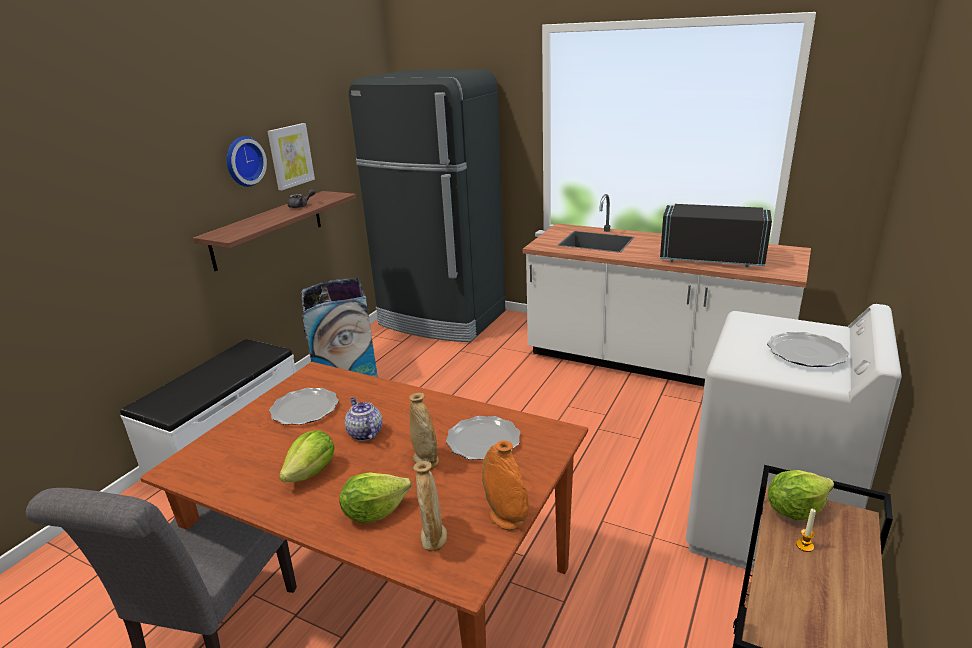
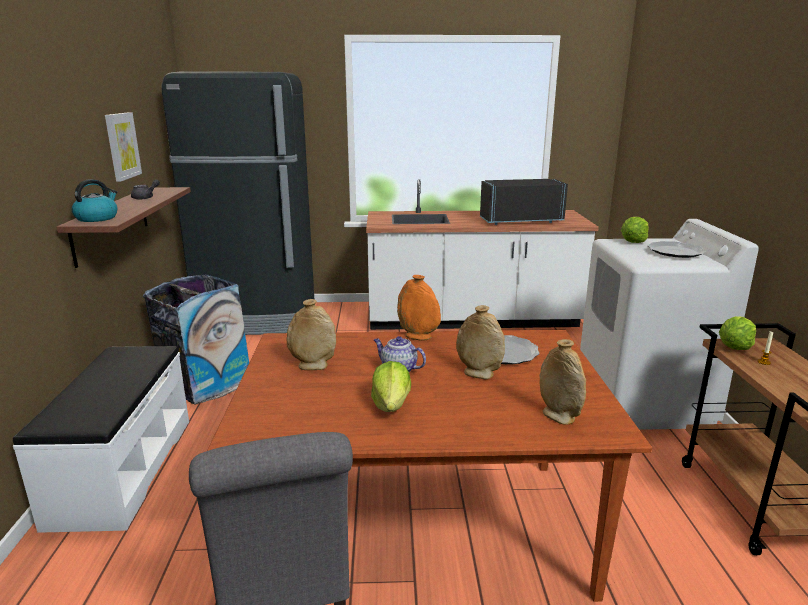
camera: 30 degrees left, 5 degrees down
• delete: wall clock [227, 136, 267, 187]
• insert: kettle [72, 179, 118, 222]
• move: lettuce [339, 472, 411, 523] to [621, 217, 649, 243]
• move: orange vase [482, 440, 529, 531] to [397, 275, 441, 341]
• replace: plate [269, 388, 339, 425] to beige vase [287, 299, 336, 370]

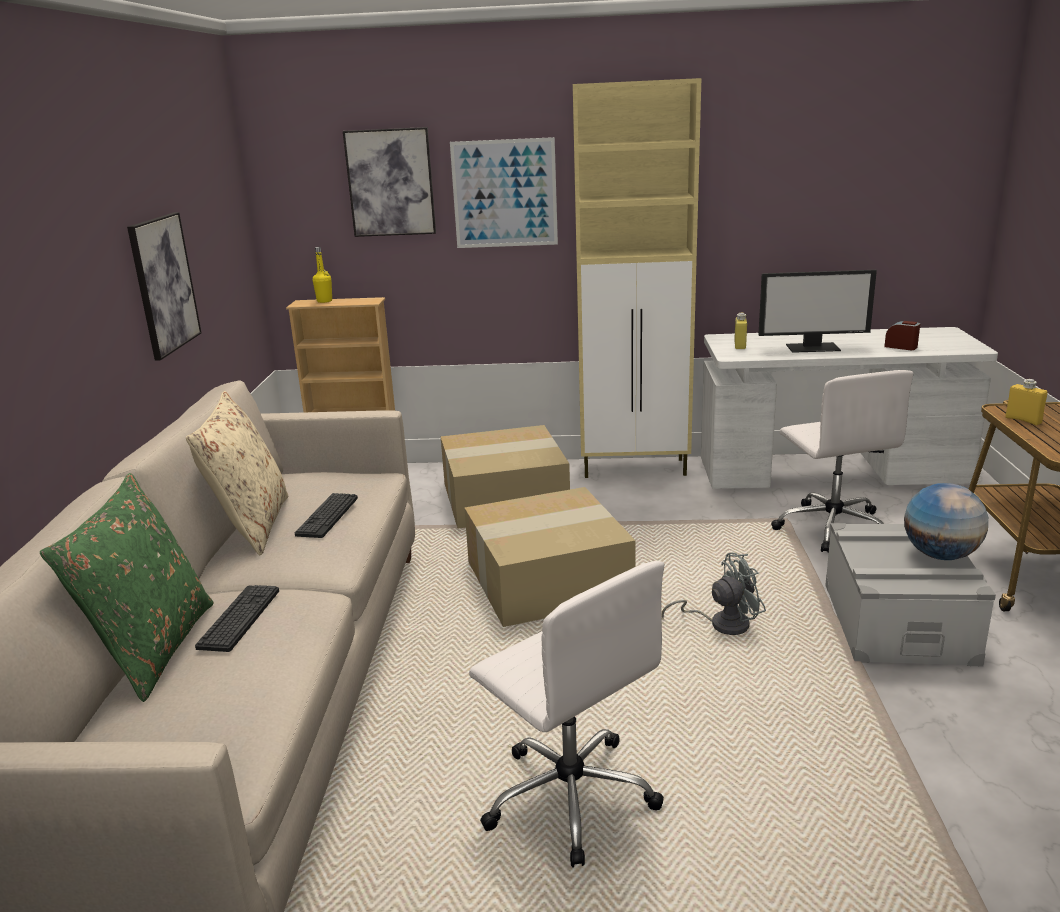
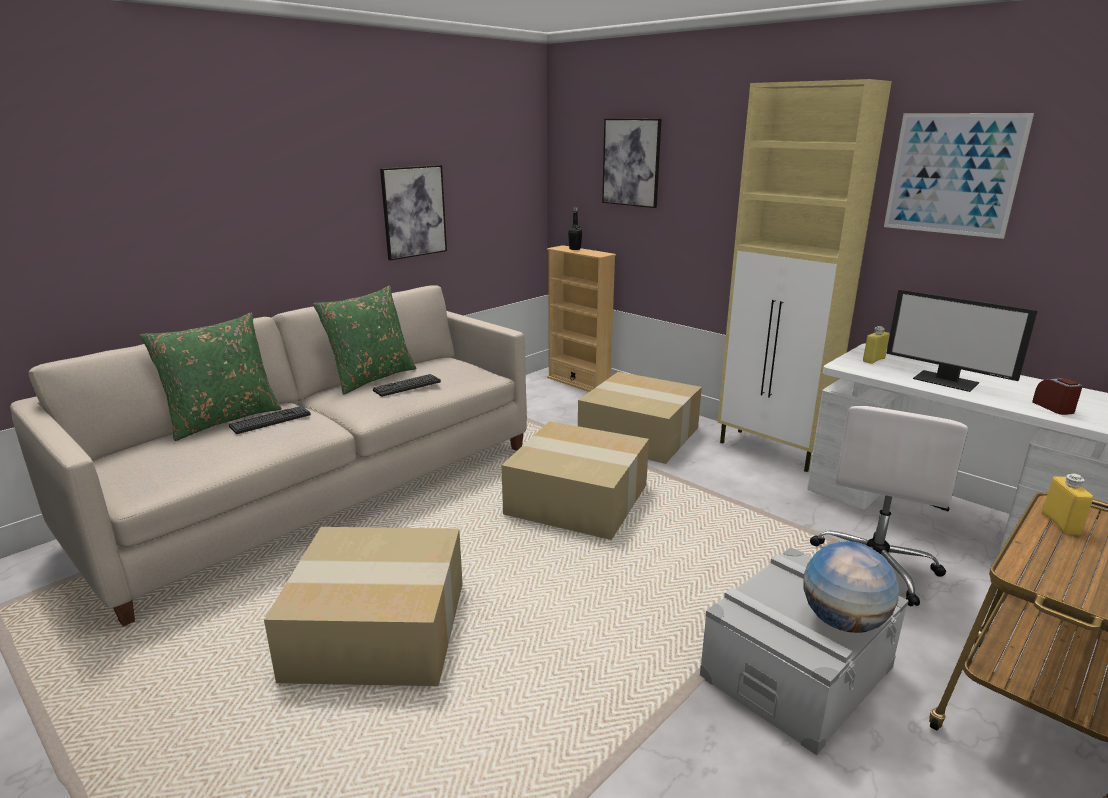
camera: 40 degrees right, 0 degrees up
• delete: grey fan [662, 553, 766, 635]
• move: picture [450, 137, 558, 248] to [884, 113, 1034, 239]
• replace: white office chair [469, 561, 664, 868] to cardboard box [264, 527, 463, 686]
• recolor: beige pillow [186, 391, 288, 555] to green pillow [313, 285, 417, 394]
• recolor: yellow bottle [313, 247, 332, 303] to black bottle [568, 207, 582, 250]

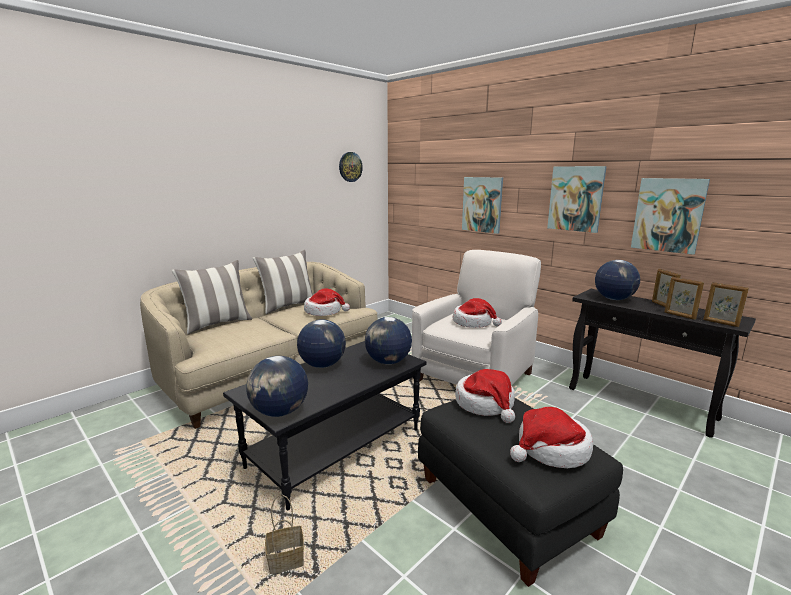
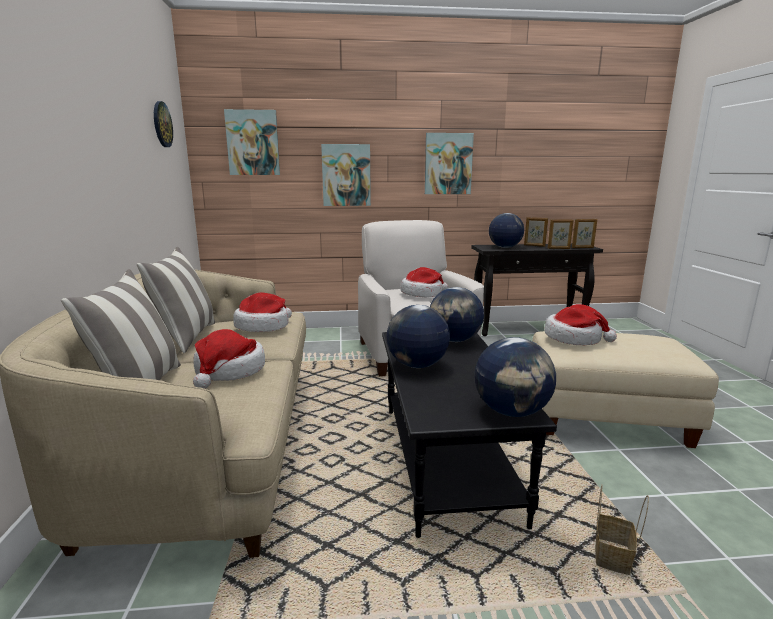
camera: 50 degrees left, 0 degrees up
• move: hat [510, 407, 593, 468] to [193, 329, 265, 389]
• move: picture [631, 178, 710, 255] to [224, 109, 280, 175]
• recolor: black ottoman [418, 398, 623, 587] to beige ottoman [532, 331, 719, 448]

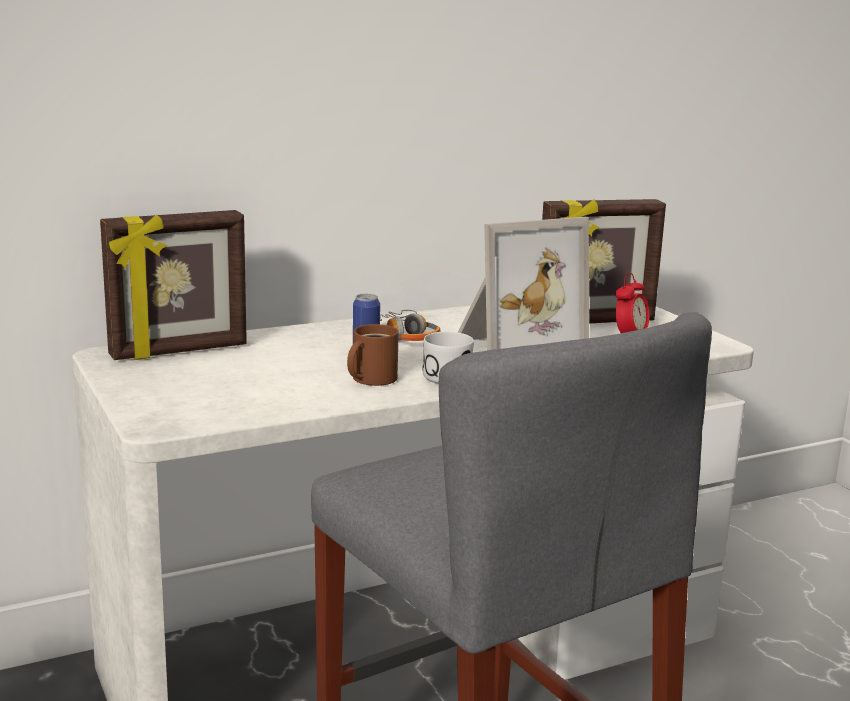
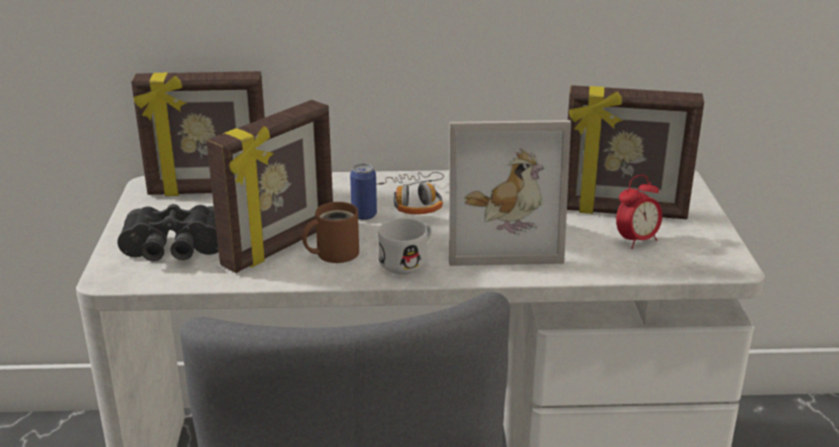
camera: 25 degrees right, 10 degrees up
• insert: black binoculars [117, 204, 219, 261]
• insert: picture frame [206, 100, 333, 273]

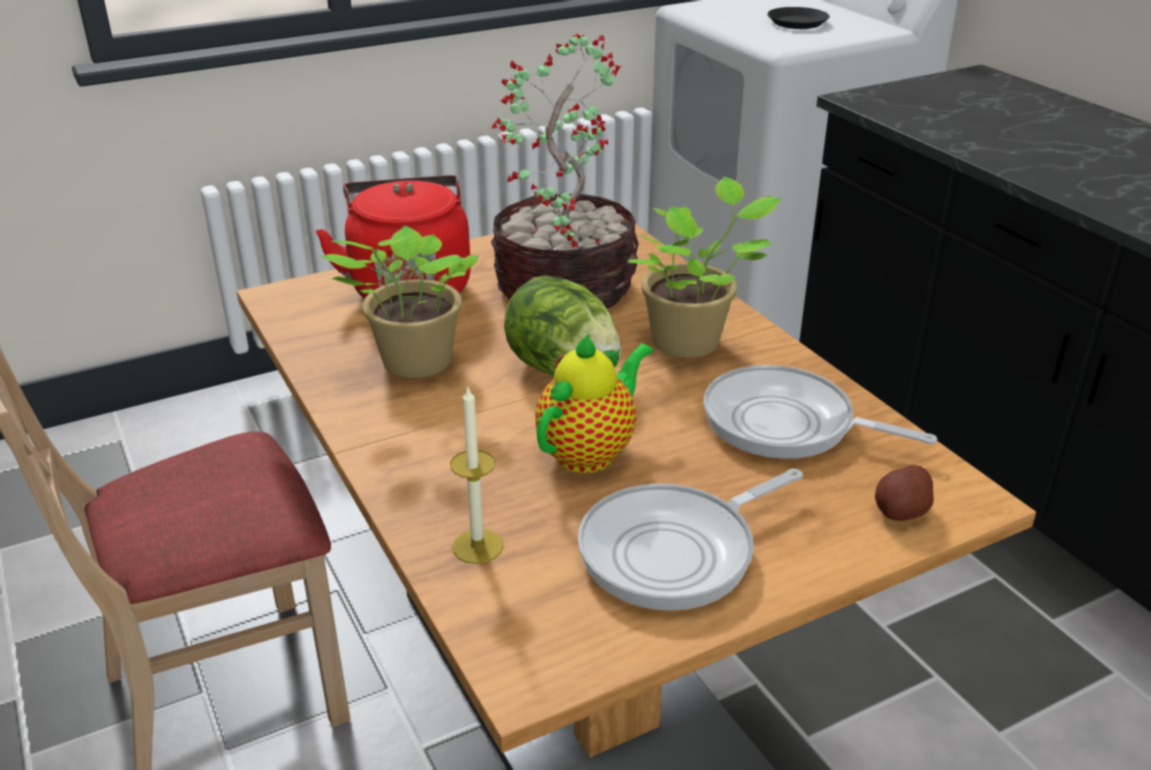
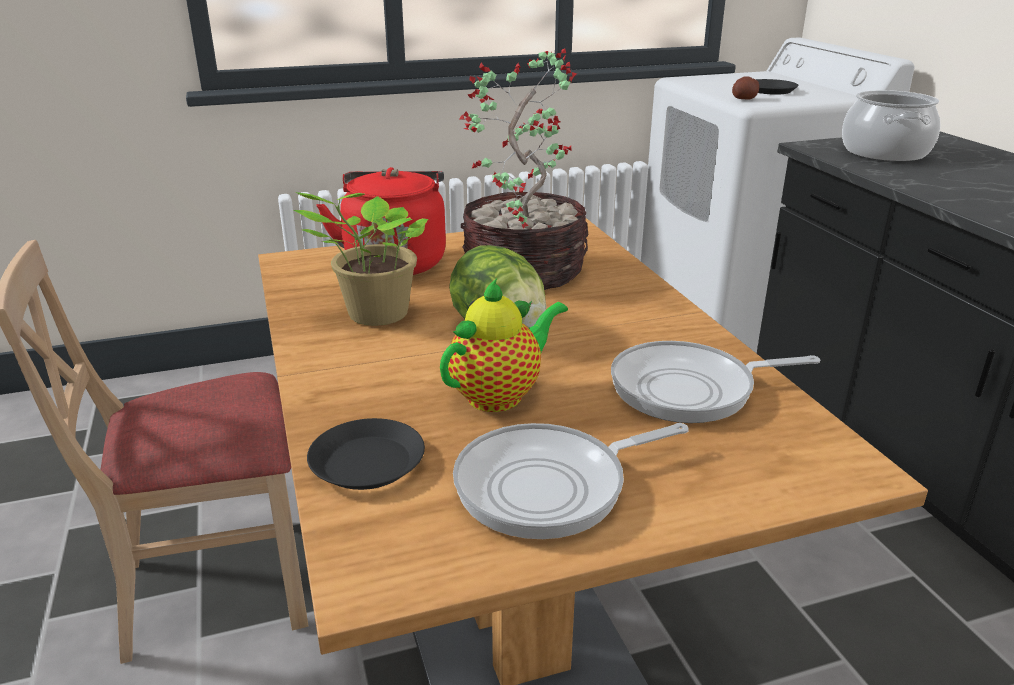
camera: 10 degrees right, 5 degrees down
• delete: potted plant [628, 177, 782, 358]
• insert: cooking pot [842, 90, 940, 161]
• move: potato [875, 465, 934, 521] to [732, 77, 759, 100]
• replace: candle [450, 388, 504, 564] to black plate [307, 418, 425, 490]
• rotate: frying pan [703, 365, 937, 459] = [611, 341, 820, 423] 45 degrees counterclockwise

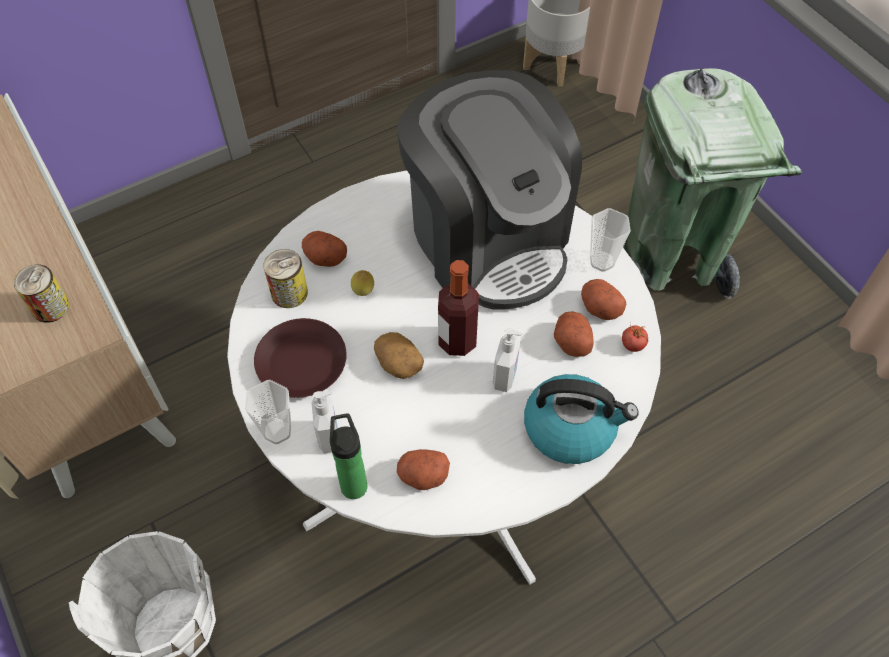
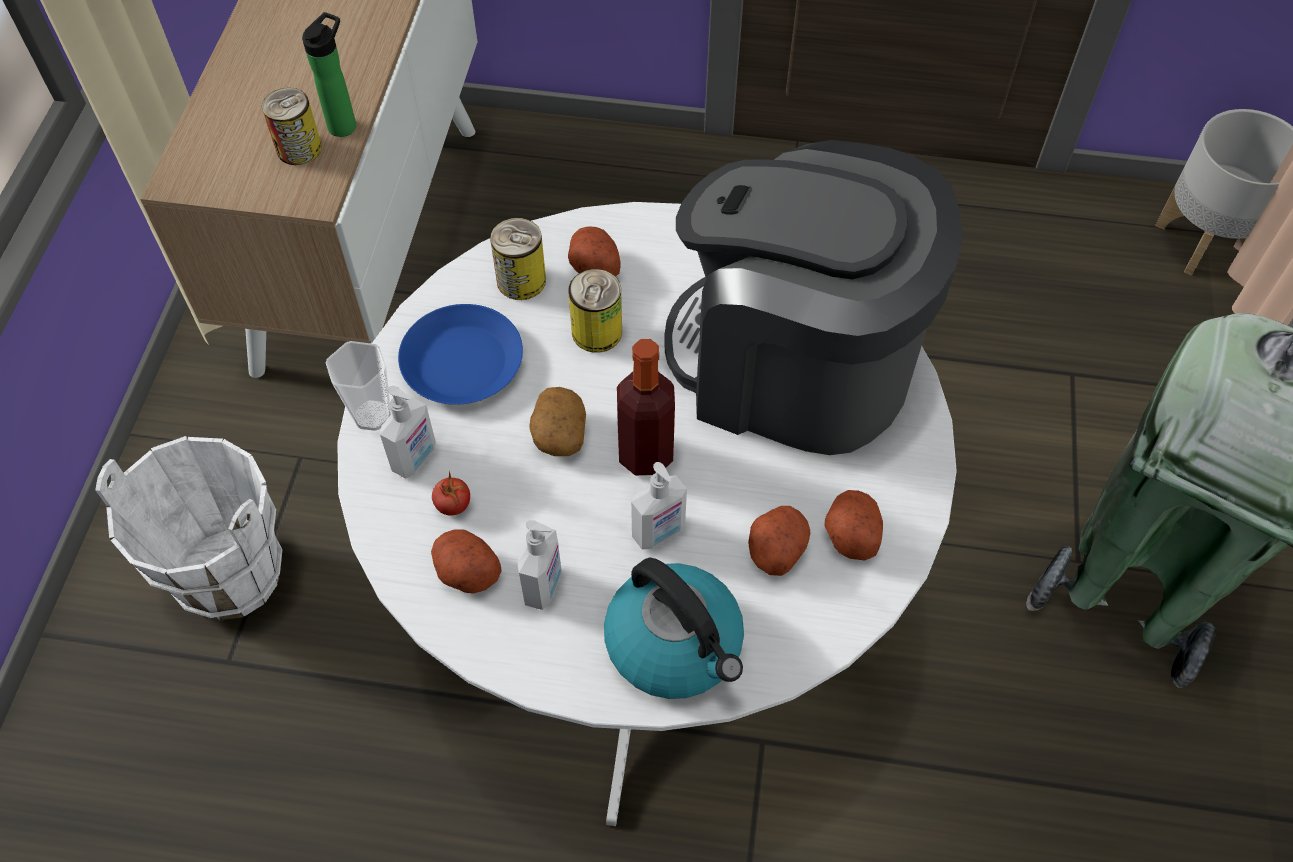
camera: 40 degrees right, 0 degrees up
• delete: cup [590, 208, 631, 272]
• insert: soap dispenser [517, 520, 562, 610]
• move: bottle [330, 413, 367, 499] to [302, 12, 356, 137]
• move: tomato [622, 322, 648, 352] to [432, 471, 470, 516]
• replace: lemon [351, 270, 374, 296] to can [568, 269, 622, 353]
• recolor: brown plate [254, 318, 347, 398] to blue plate [398, 304, 523, 405]
• rotate: coffee machine [397, 70, 582, 310] = [664, 140, 963, 455] 105 degrees clockwise

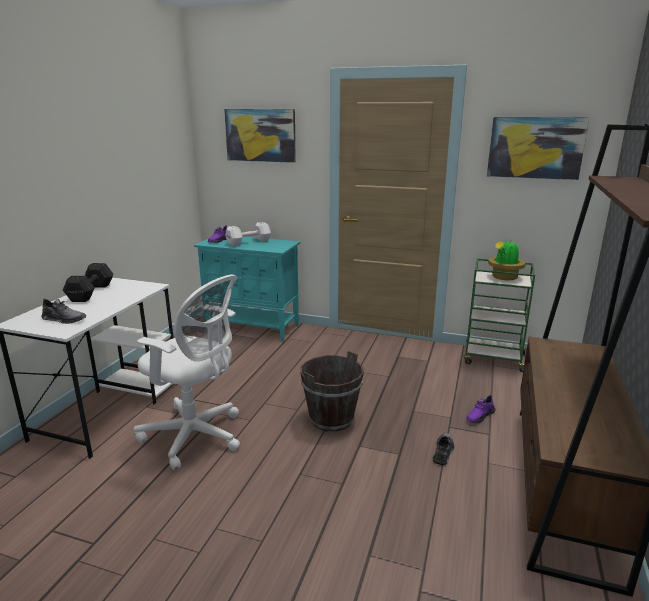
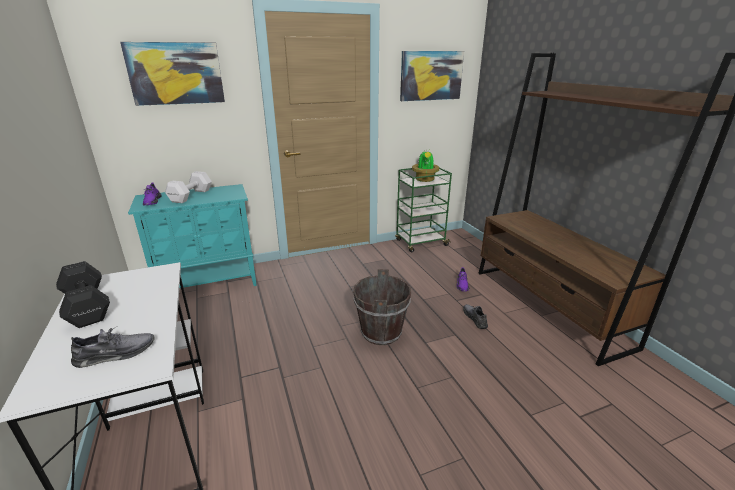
camera: 40 degrees left, 5 degrees up
• delete: white office chair [134, 275, 240, 470]

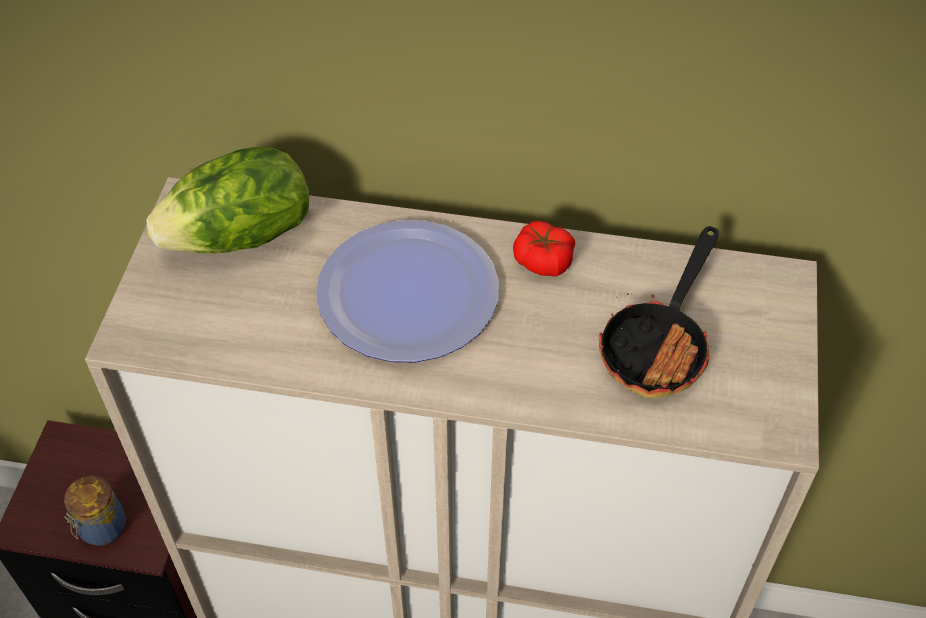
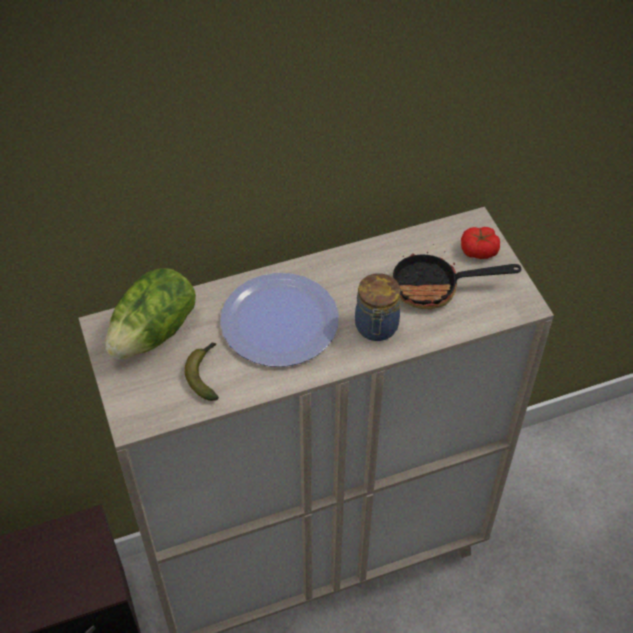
camera: 30 degrees left, 0 degrees up
• insert: banana [185, 343, 219, 401]
• move: jar [64, 475, 126, 546] to [355, 273, 401, 341]
• move: tomato [513, 221, 575, 277] to [461, 227, 500, 259]
• rotate: frying pan [599, 226, 719, 398] = [393, 244, 521, 309] 90 degrees clockwise

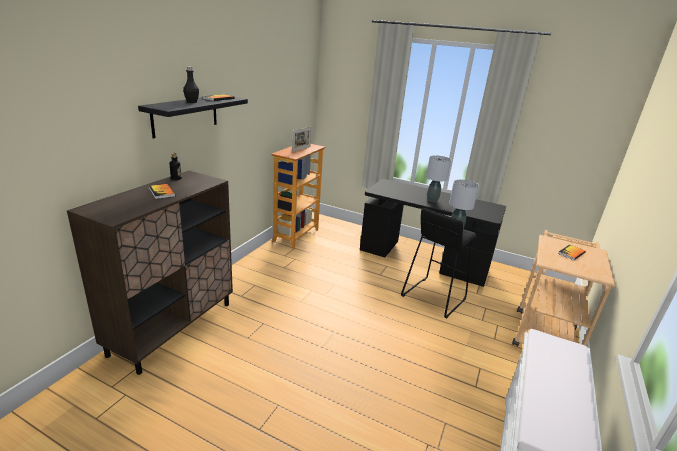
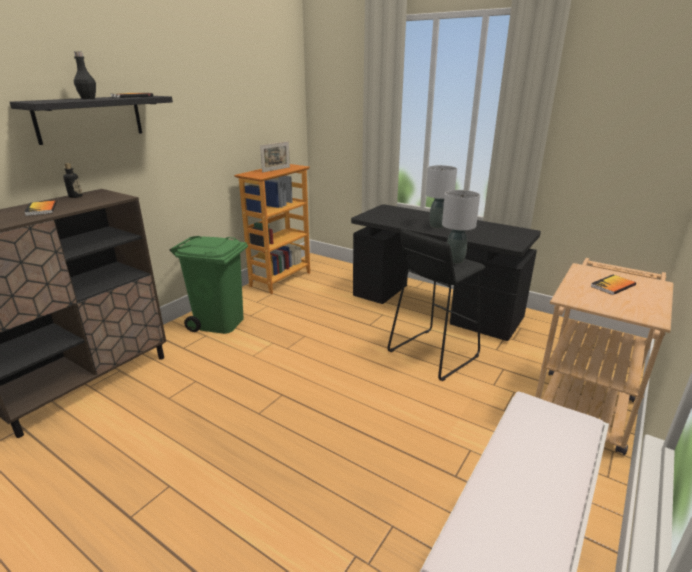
camera: 10 degrees right, 0 degrees up
• insert: green trash can [170, 236, 248, 334]

